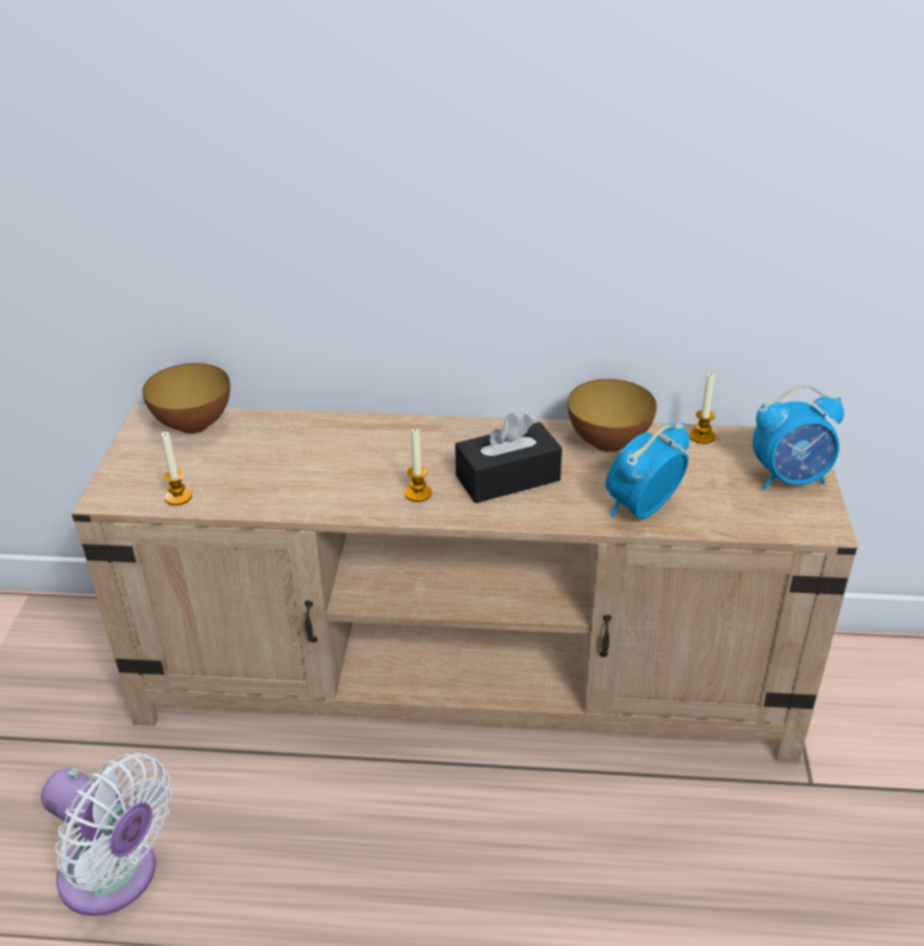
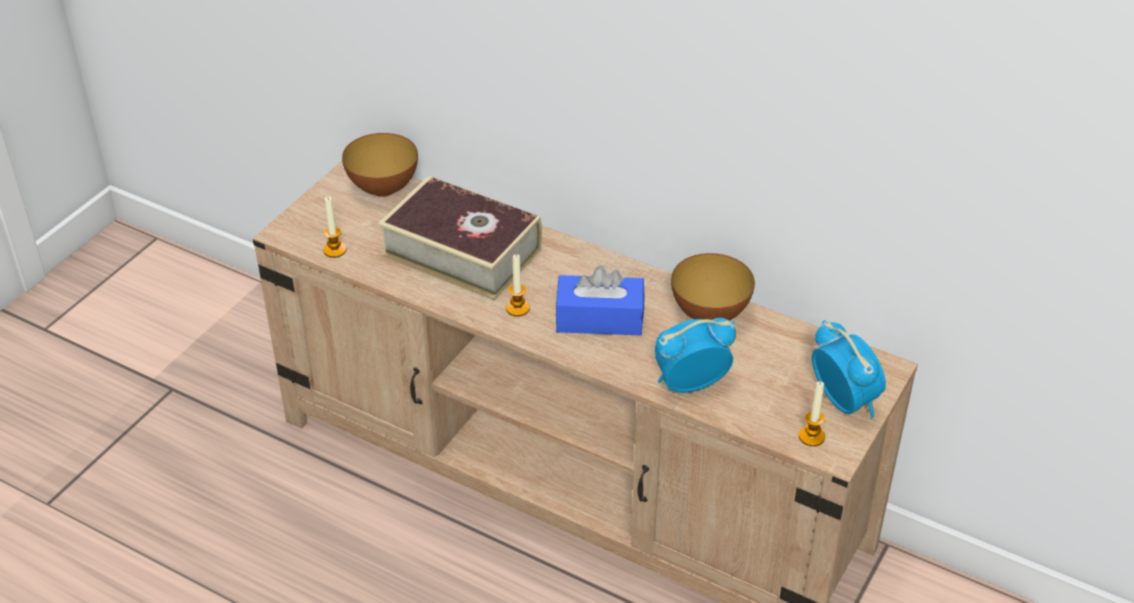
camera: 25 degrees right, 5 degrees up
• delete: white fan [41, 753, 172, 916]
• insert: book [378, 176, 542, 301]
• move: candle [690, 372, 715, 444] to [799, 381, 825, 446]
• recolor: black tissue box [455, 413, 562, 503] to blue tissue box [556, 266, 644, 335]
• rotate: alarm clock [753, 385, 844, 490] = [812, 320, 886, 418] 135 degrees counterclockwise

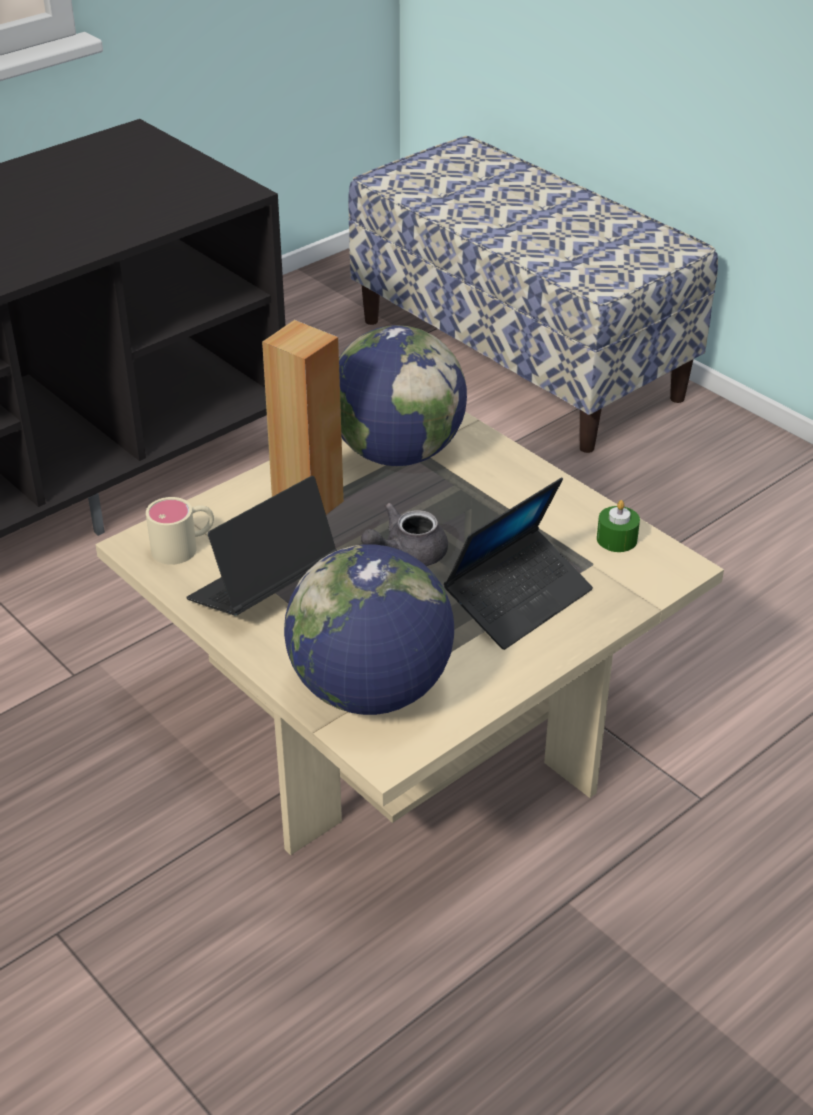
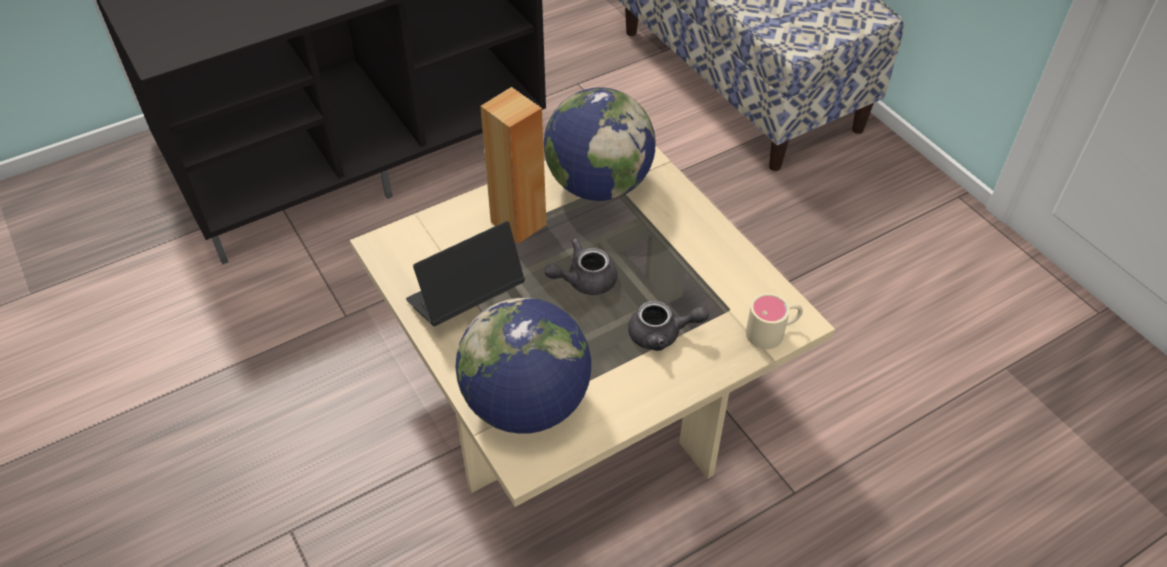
camera: 10 degrees right, 10 degrees up
• delete: green candle [597, 500, 640, 552]
• move: beige mug [146, 497, 214, 565] to [746, 293, 803, 349]
• replace: laptop [444, 477, 593, 650] to grey teapot [628, 301, 709, 351]

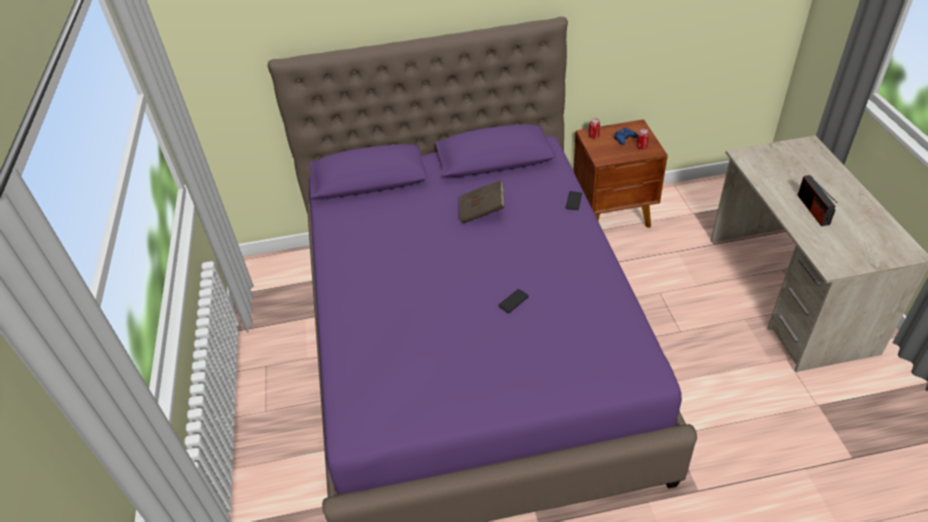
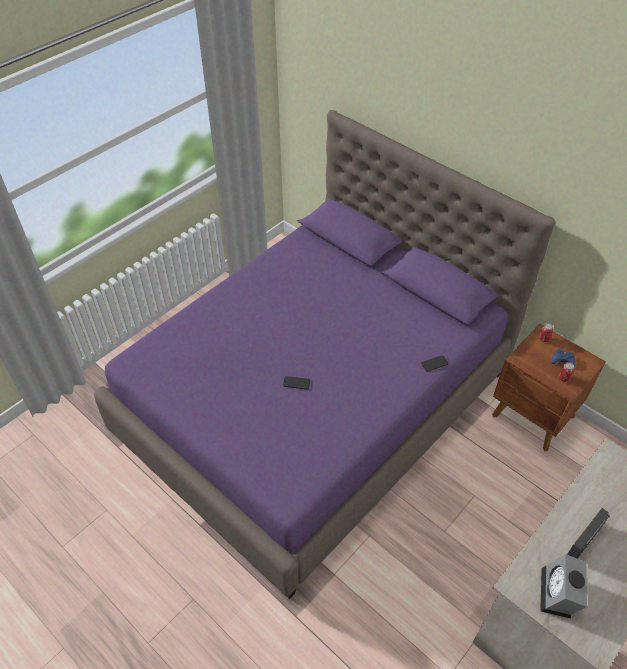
camera: 50 degrees right, 5 degrees up
• delete: brown book [459, 180, 505, 223]
• insert: alarm clock [540, 554, 587, 618]

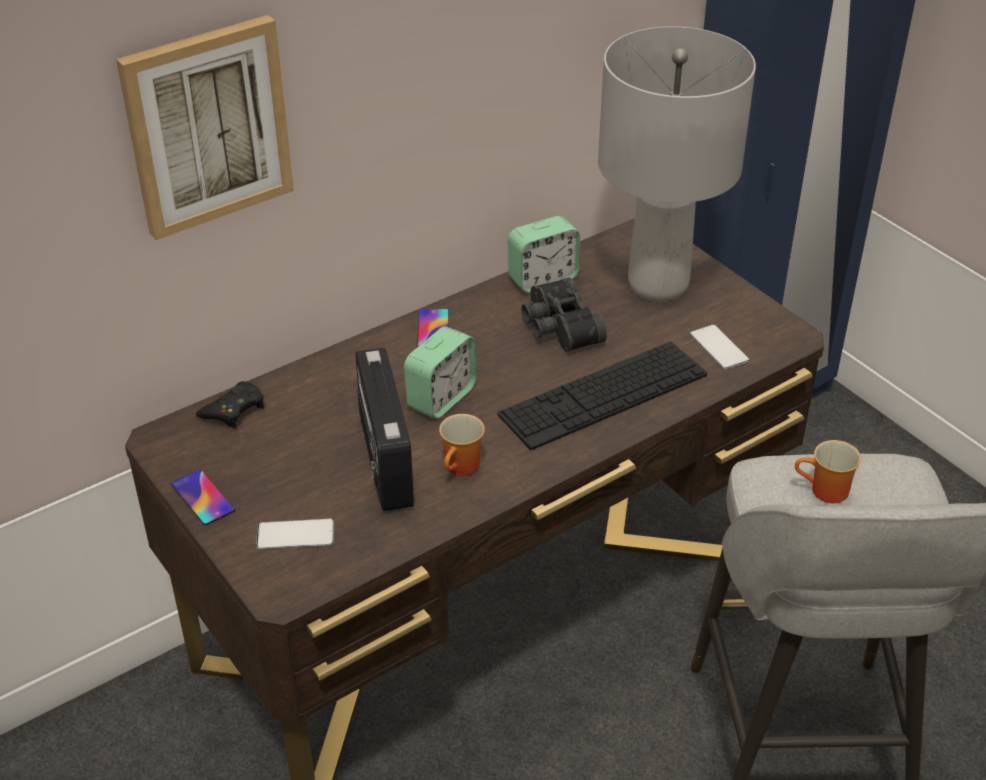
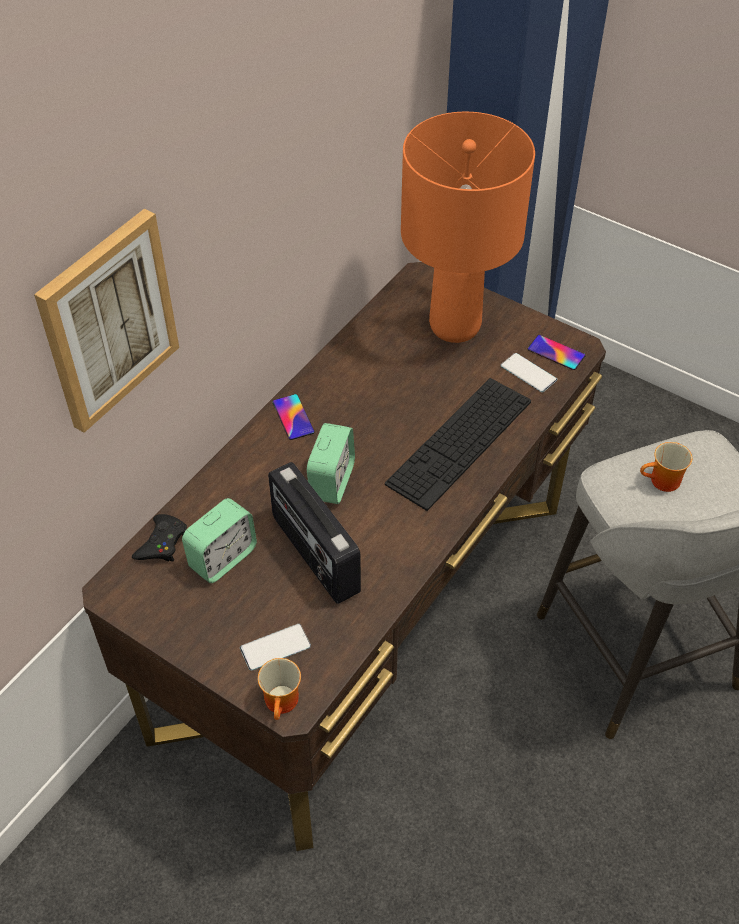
camera: 20 degrees left, 10 degrees up
• delete: black binoculars [521, 277, 607, 352]
• move: phone [171, 469, 235, 525] to [528, 335, 586, 370]
• move: mug [439, 414, 485, 476] to [258, 658, 301, 720]
• move: alarm clock [508, 216, 580, 293] to [182, 498, 257, 583]
• recolor: grey table lamp [598, 26, 756, 302] to orange table lamp [401, 112, 535, 343]

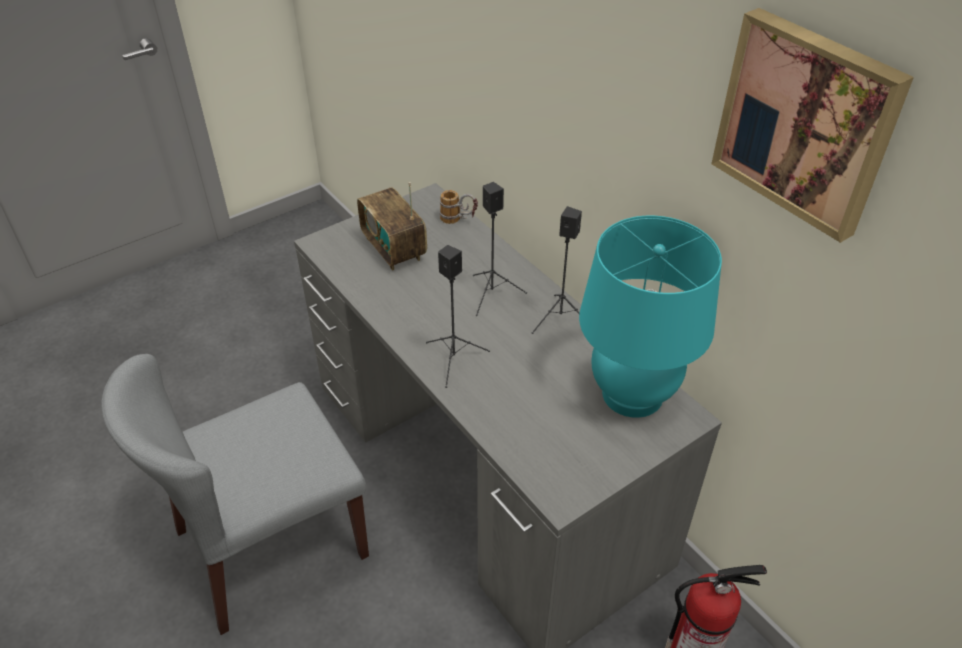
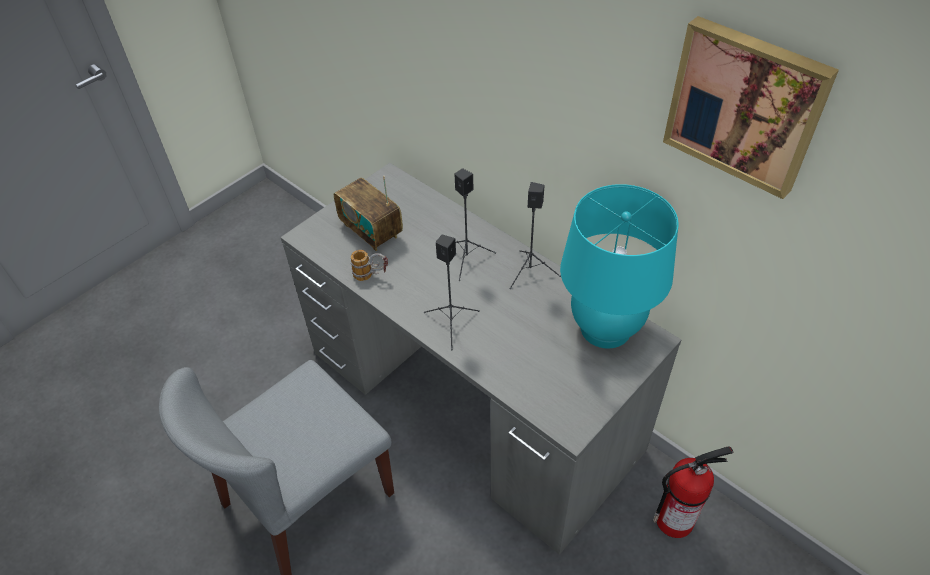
camera: 10 degrees left, 5 degrees up
• move: mug [439, 190, 478, 224] to [350, 250, 388, 281]

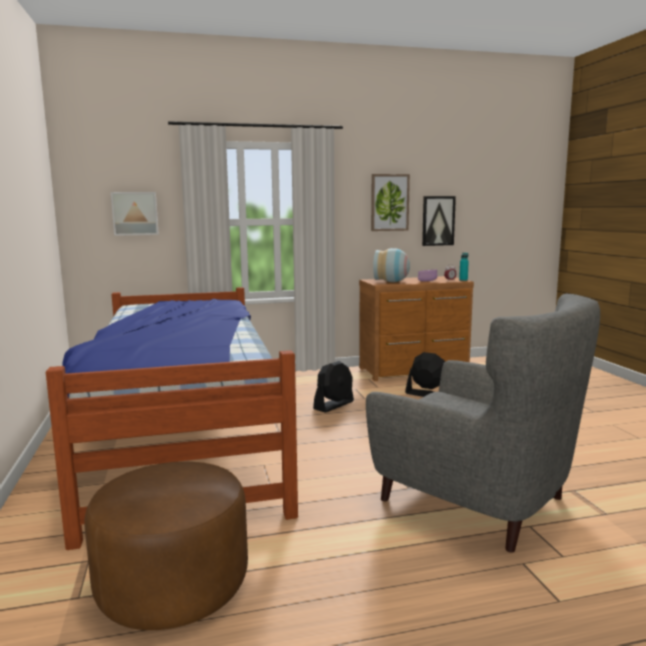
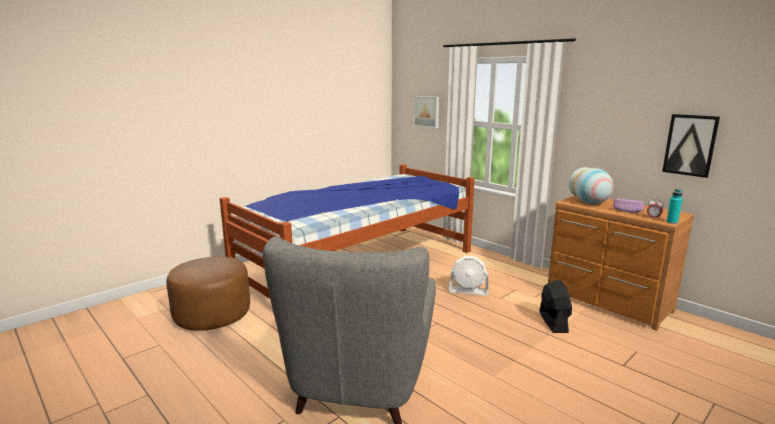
camera: 60 degrees right, 5 degrees up
• delete: picture [371, 174, 410, 231]
• recolor: black fan [313, 361, 354, 413] to white fan [449, 256, 488, 296]

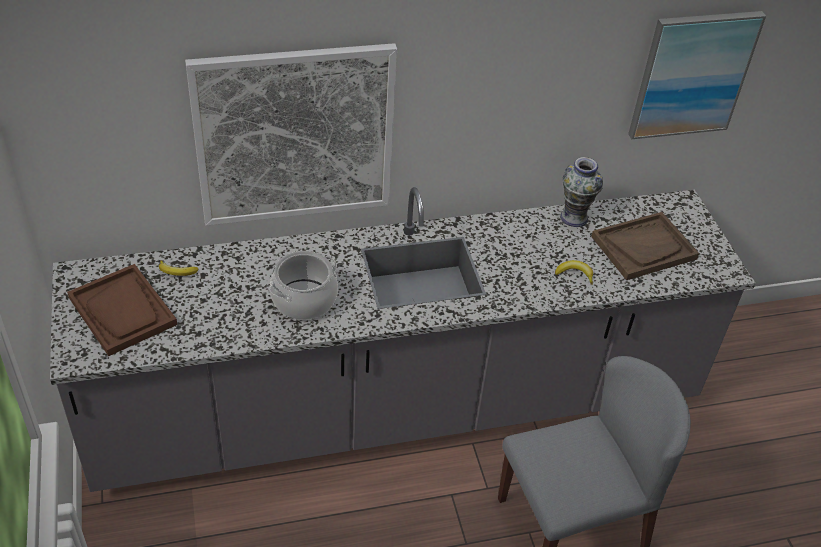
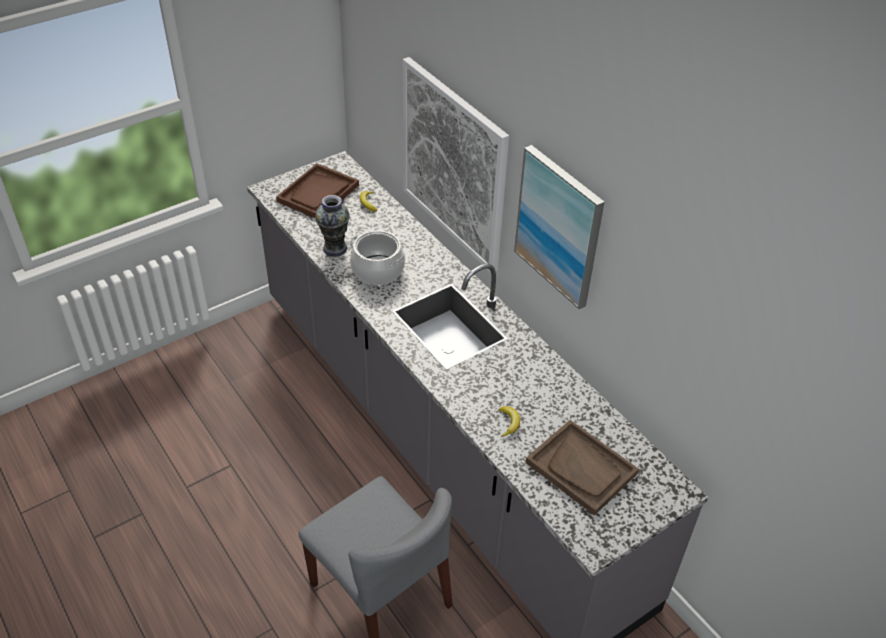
camera: 70 degrees right, 0 degrees up
• move: vase [560, 157, 603, 227] to [315, 195, 350, 257]
• move: picture [628, 11, 766, 139] to [514, 145, 604, 310]

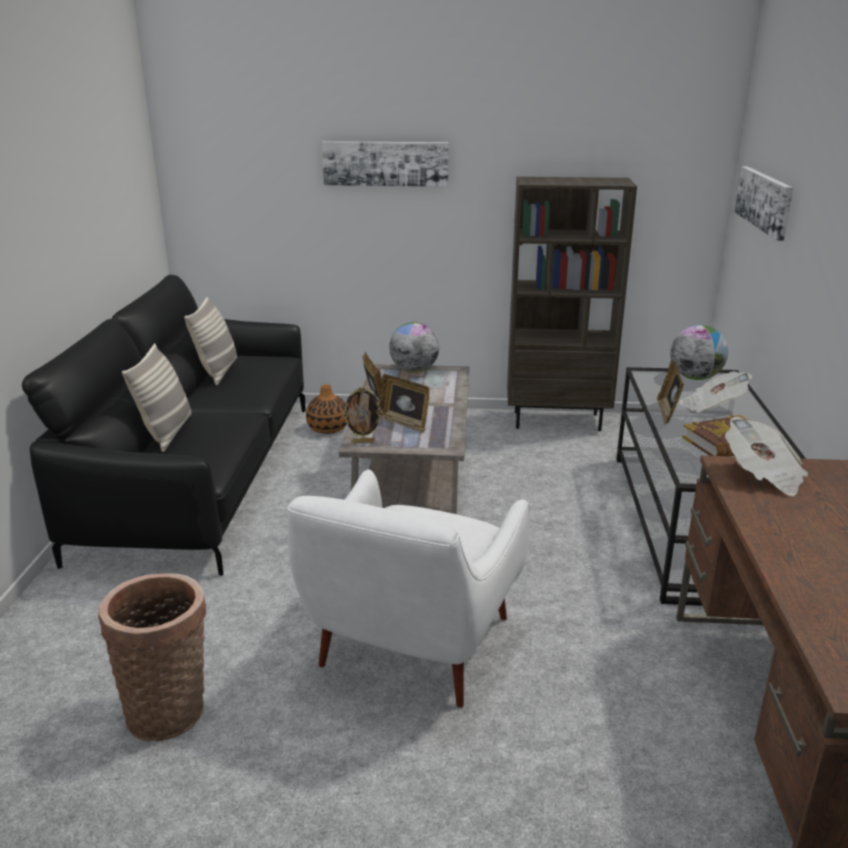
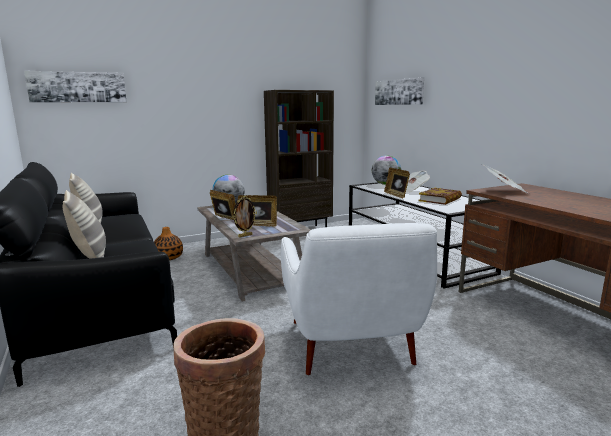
camera: 30 degrees left, 10 degrees down
• move: picture [322, 141, 449, 187] to [24, 71, 127, 103]

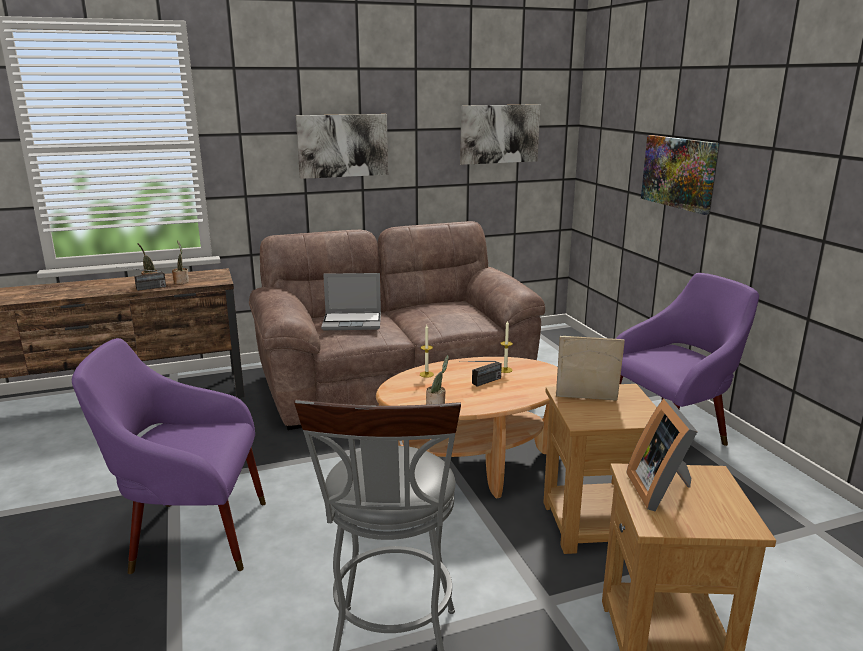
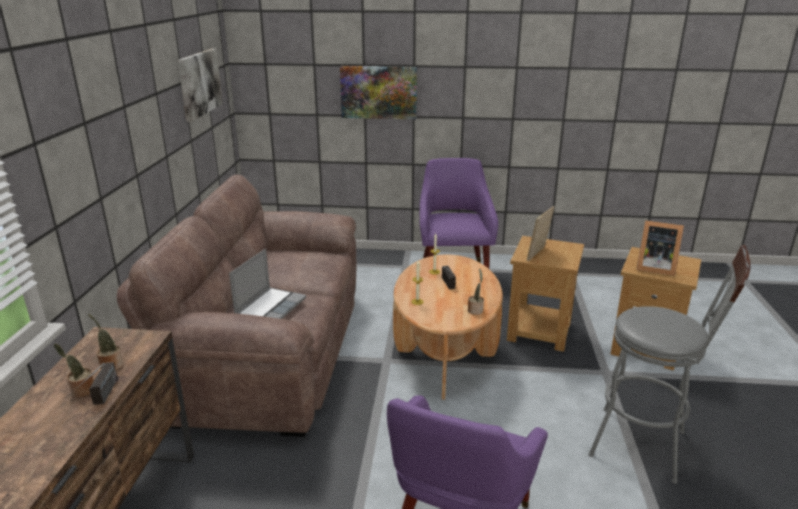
camera: 65 degrees left, 5 degrees up
• delete: picture [296, 114, 388, 179]

